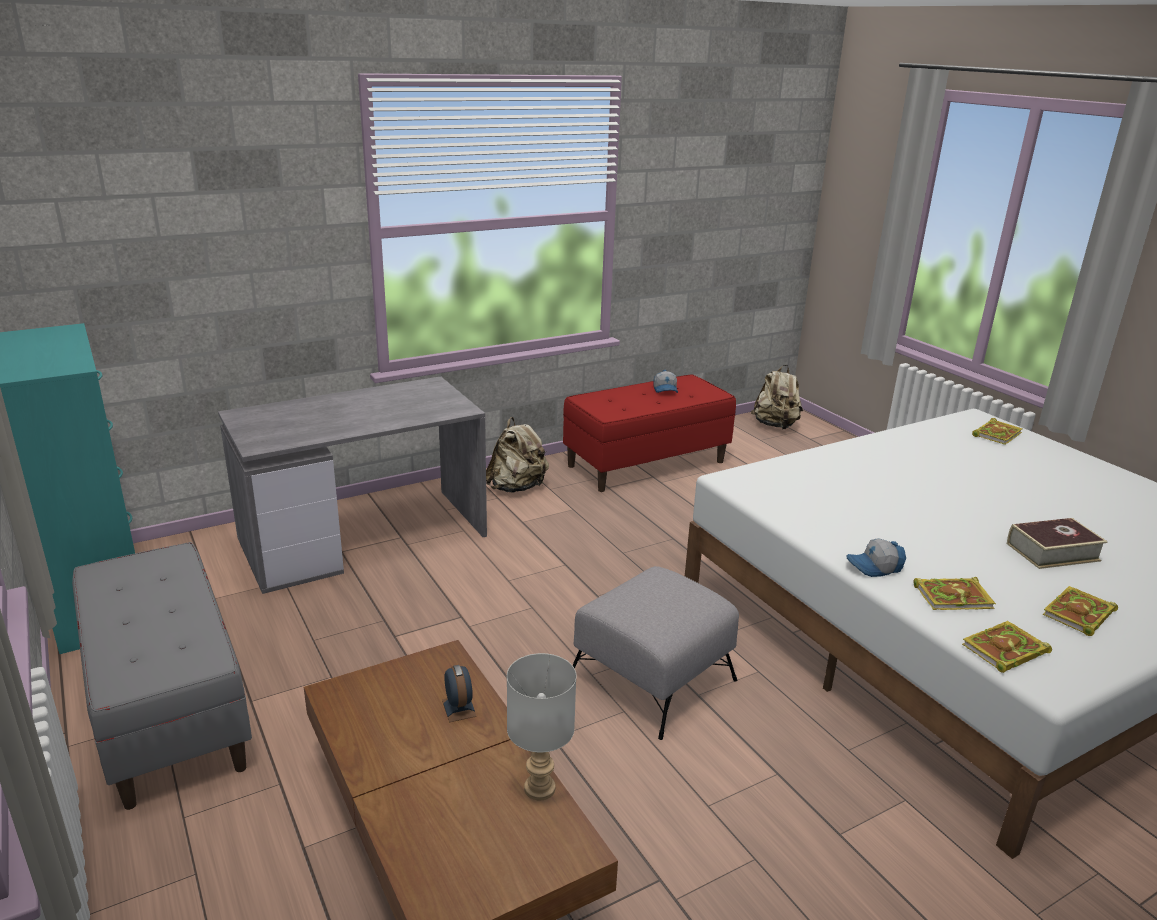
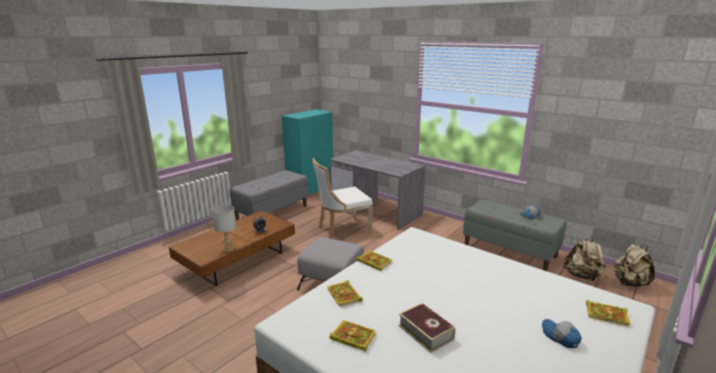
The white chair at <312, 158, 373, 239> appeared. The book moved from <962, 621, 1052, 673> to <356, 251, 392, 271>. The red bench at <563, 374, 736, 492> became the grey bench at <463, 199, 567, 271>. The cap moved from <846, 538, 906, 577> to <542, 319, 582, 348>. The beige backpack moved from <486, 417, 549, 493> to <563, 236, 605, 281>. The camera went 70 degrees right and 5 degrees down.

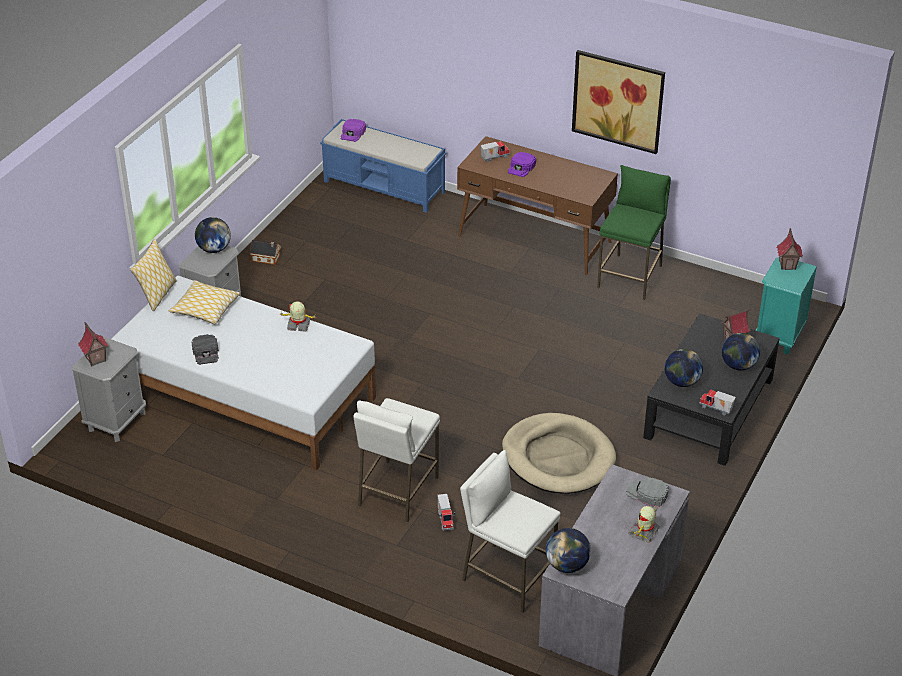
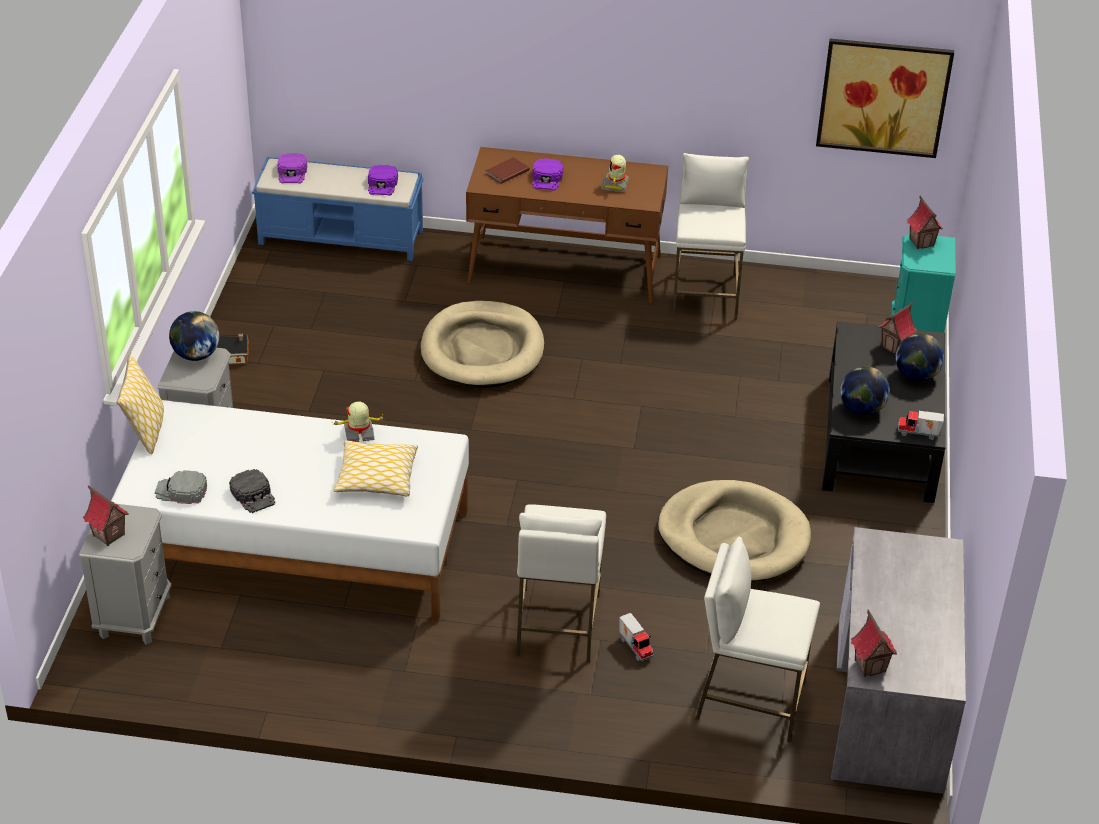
The grey cap moved from <626, 477, 669, 507> to <155, 470, 207, 504>. The pillow moved from <169, 280, 240, 324> to <333, 440, 418, 496>. The purple cap at <368, 165, 398, 196> appeared. The beige dog bed at <421, 301, 544, 388> appeared. The toy truck at <480, 141, 510, 163> was replaced by the brown book at <486, 157, 530, 184>. The toy robot moved from <628, 506, 660, 543> to <601, 155, 629, 192>. The green stool at <597, 165, 671, 300> became the white stool at <672, 153, 749, 320>. The picture moved from <572, 50, 665, 154> to <816, 39, 954, 158>. The globe at <546, 528, 591, 573> was replaced by the toy house at <851, 610, 897, 677>. The camera went 20 degrees left and 0 degrees up.

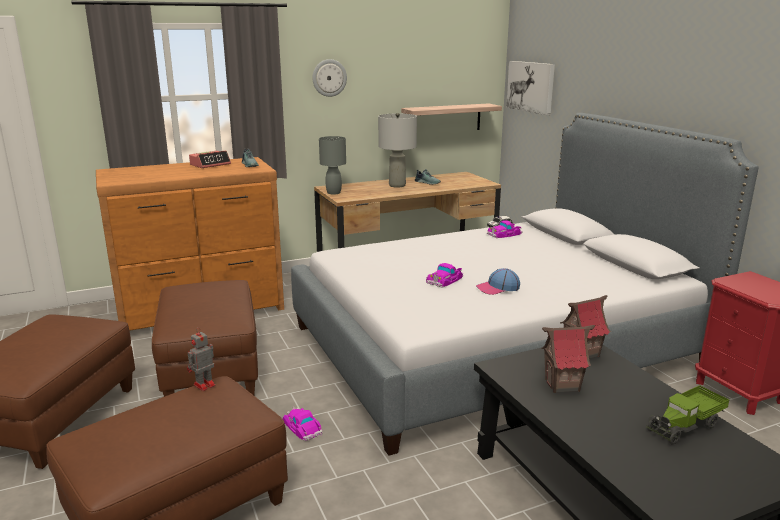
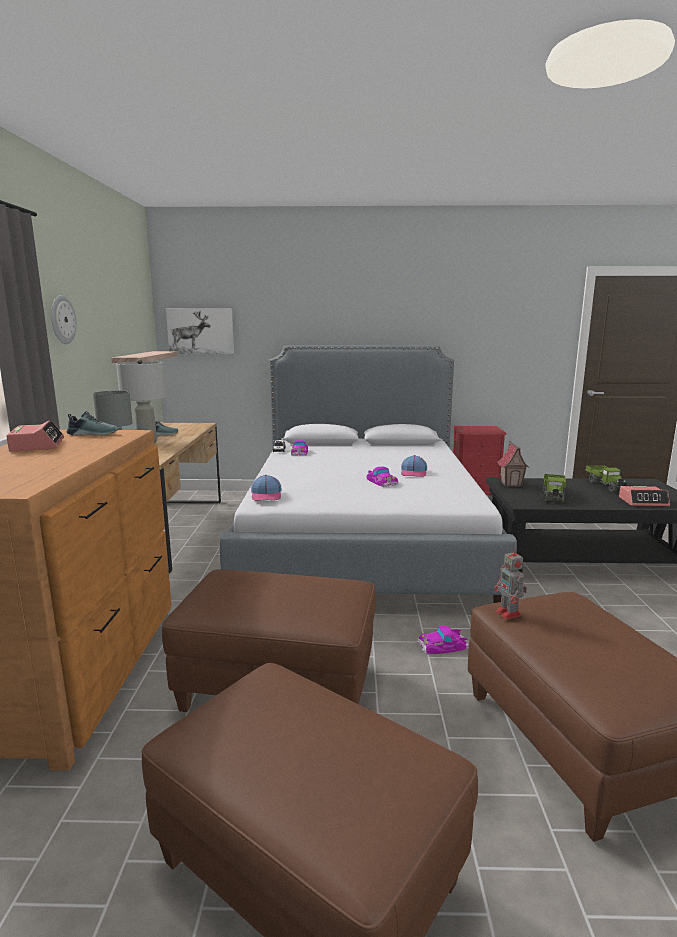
The cap at <251, 475, 282, 501> appeared. The toy house at <542, 325, 595, 393> was replaced by the toy truck at <543, 474, 569, 504>. The alarm clock at <619, 486, 670, 506> appeared. The camera went 65 degrees left and 5 degrees down.

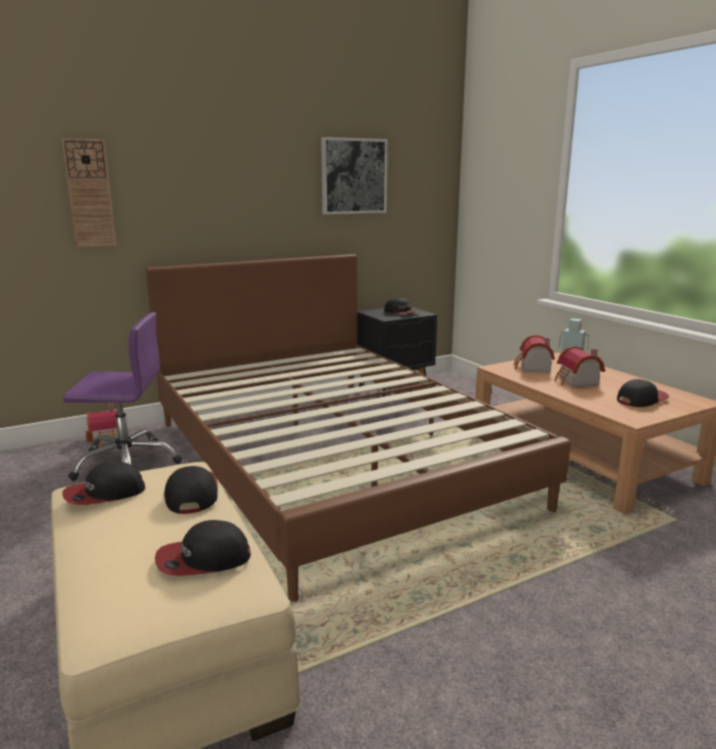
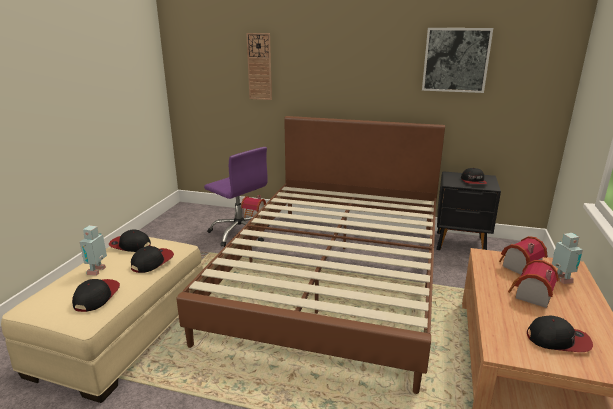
The cap at <155, 520, 251, 576> turned 75 degrees clockwise. The toy robot at <80, 225, 107, 276> appeared. The camera went 45 degrees right and 5 degrees up.

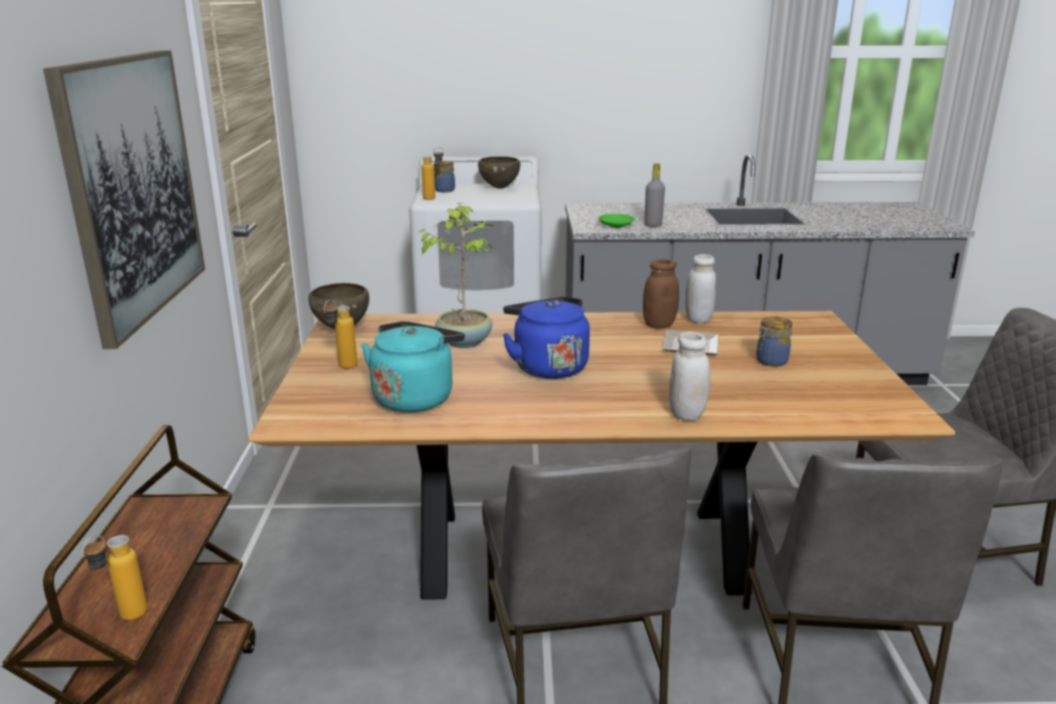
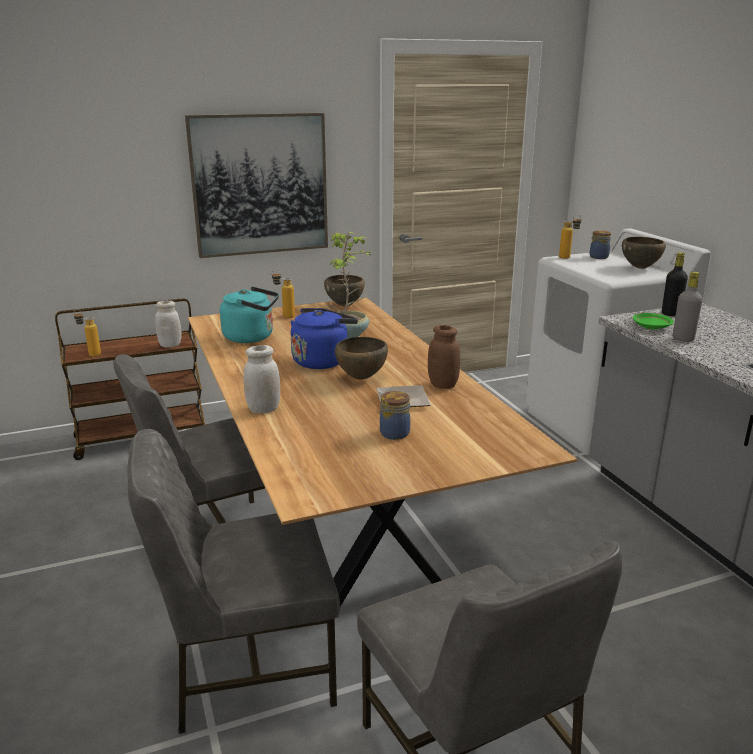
The white jar moved from <685, 254, 716, 323> to <155, 301, 182, 348>. The brown bowl at <335, 337, 388, 380> appeared. The black bottle at <662, 252, 688, 316> appeared. The camera went 70 degrees right and 0 degrees up.

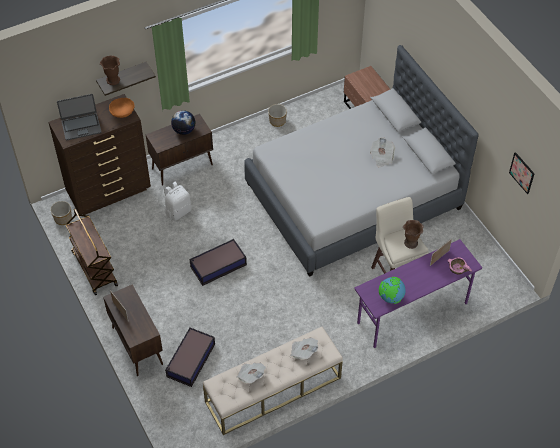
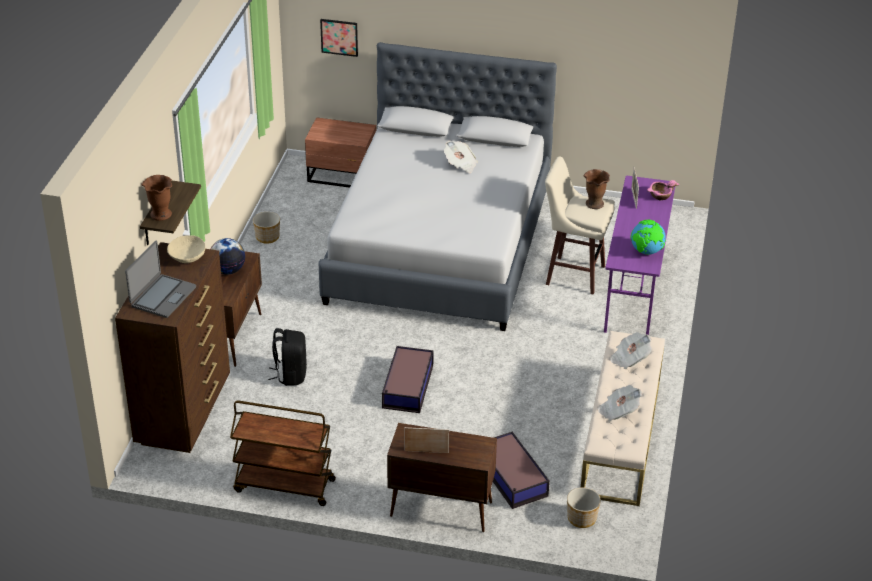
The orange bowl at <109, 98, 134, 118> became the beige bowl at <167, 235, 206, 263>. The white backpack at <164, 182, 191, 221> became the black backpack at <268, 328, 307, 386>. The picture moved from <509, 152, 534, 194> to <320, 19, 358, 57>. The planter moved from <50, 201, 72, 225> to <567, 487, 601, 528>. The camera went 50 degrees left and 15 degrees down.

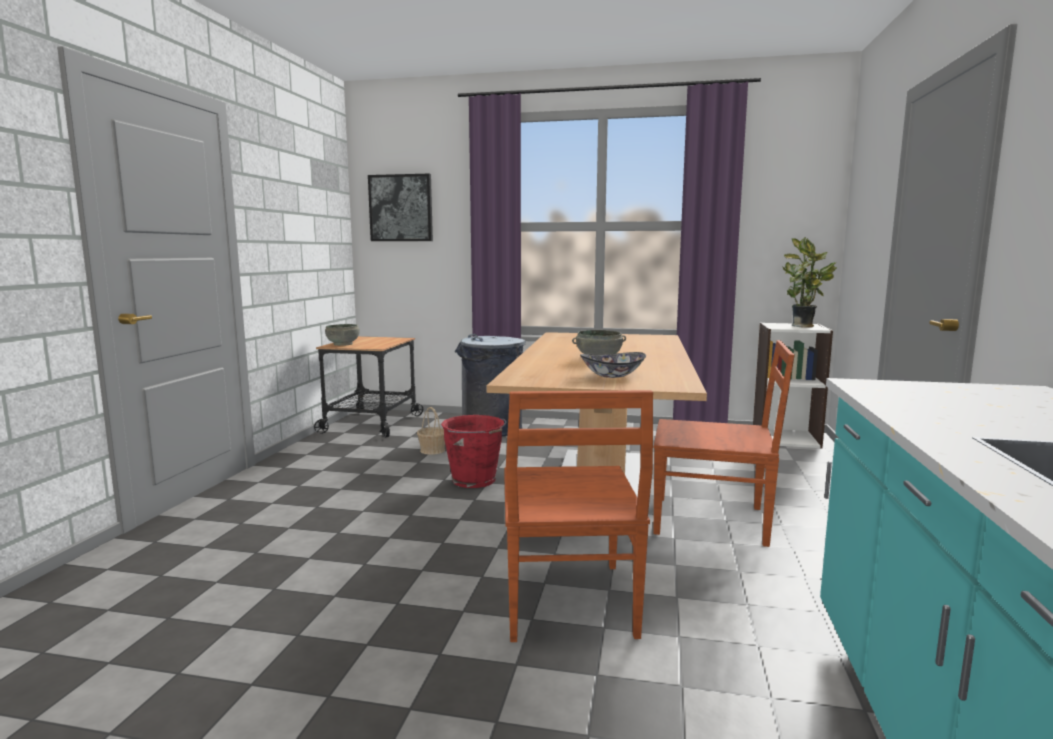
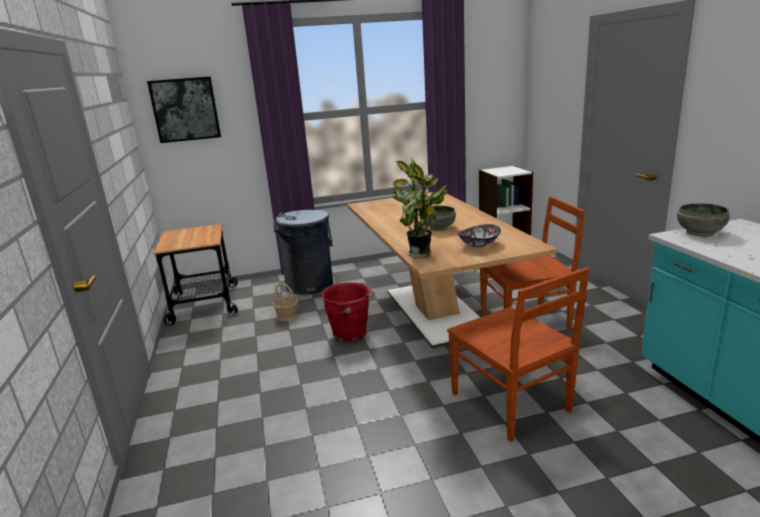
The potted plant moved from <782, 237, 837, 328> to <392, 159, 447, 258>. The grey bowl moved from <325, 324, 360, 346> to <677, 203, 730, 237>. The camera went 25 degrees left and 10 degrees up.

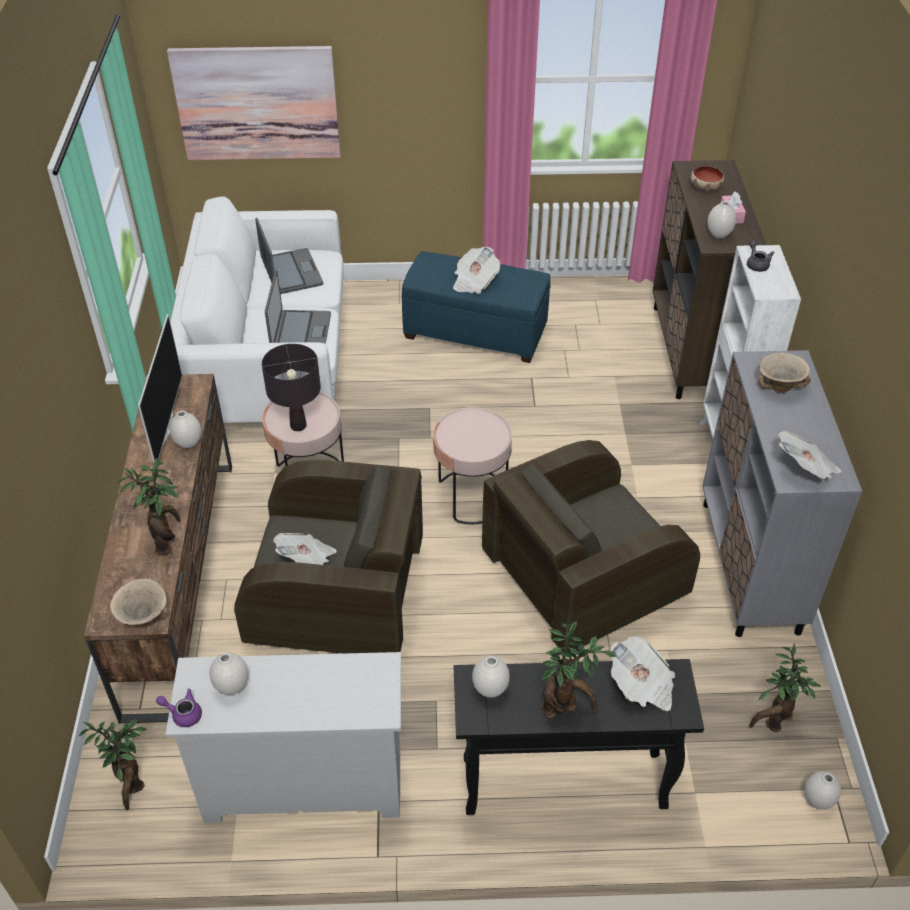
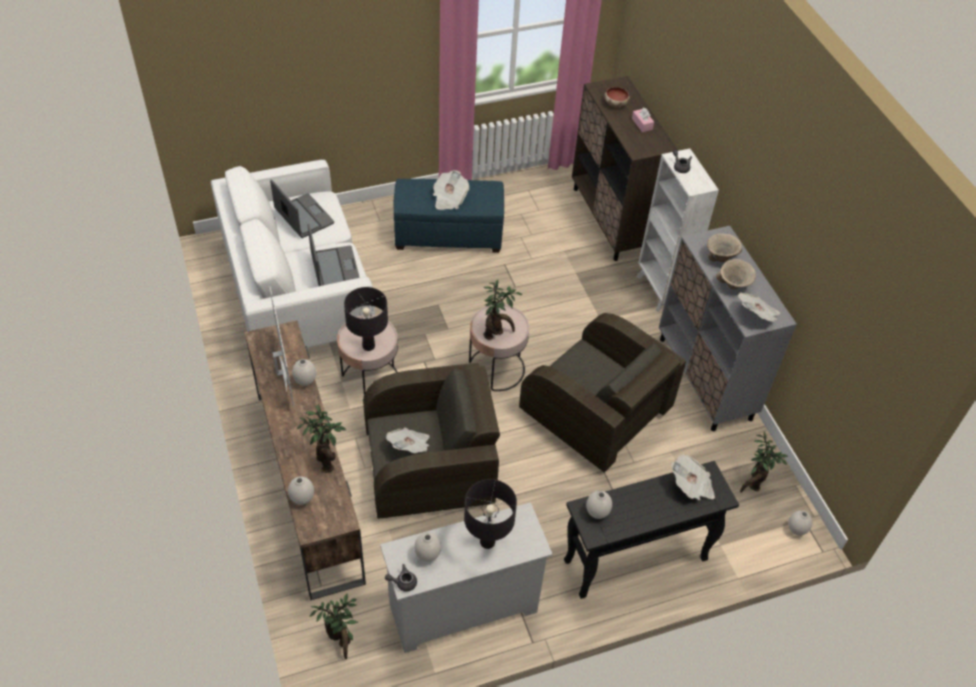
The white vase moved from <708, 201, 736, 239> to <288, 476, 314, 505>. The purple teapot at <156, 689, 202, 727> became the grey teapot at <385, 564, 417, 592>. The black table lamp at <464, 479, 517, 549> appeared. The potted plant moved from <541, 621, 616, 718> to <483, 280, 522, 340>. The brown armchair at <482, 440, 700, 652> turned 90 degrees counterclockwise. The beige bowl moved from <110, 579, 168, 625> to <716, 259, 756, 289>. The picture at <167, 46, 341, 160> disappeared. The camera went 20 degrees left and 5 degrees up.

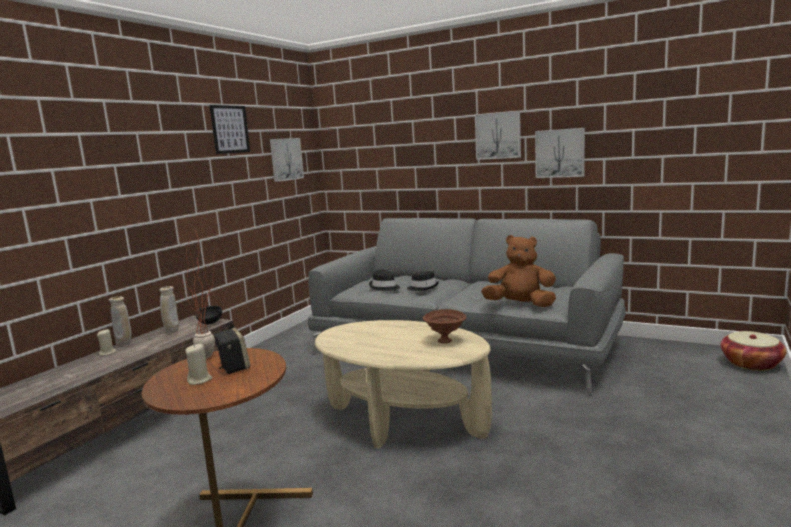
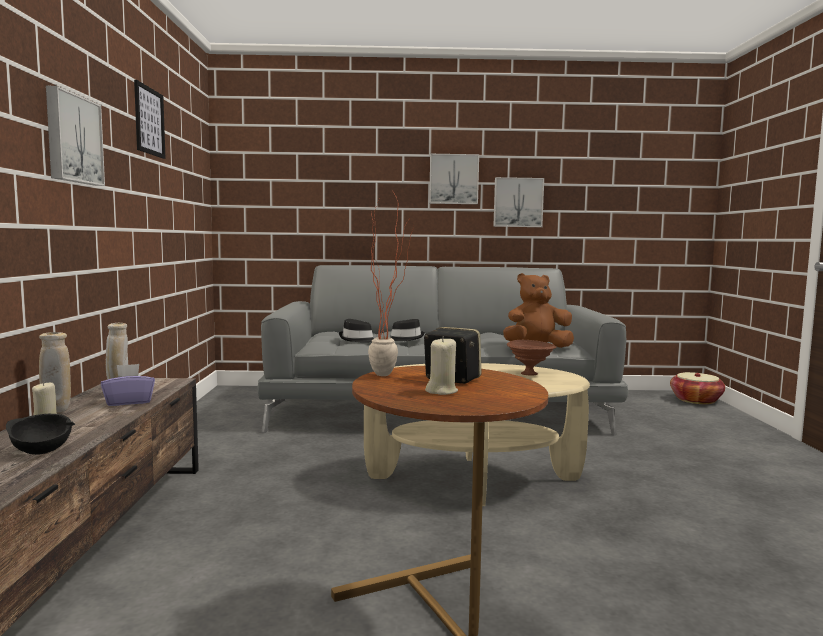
The black bowl moved from <196, 306, 222, 325> to <6, 414, 75, 455>. The picture moved from <270, 138, 304, 182> to <46, 86, 105, 186>. The purple tissue box at <101, 364, 155, 406> appeared. The camera went 30 degrees left and 5 degrees down.

